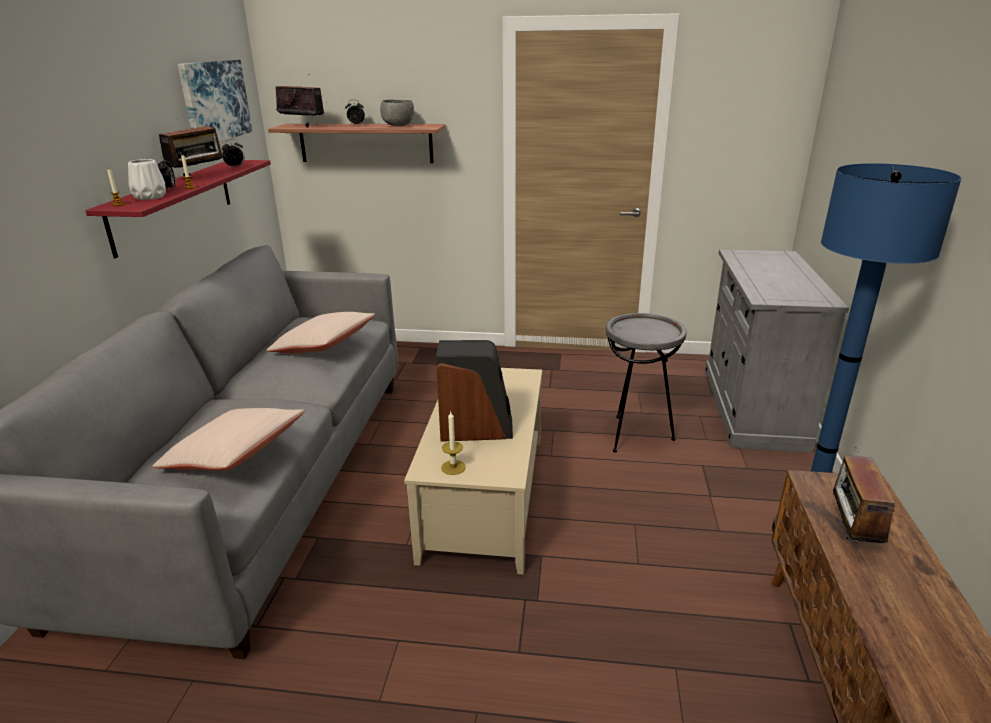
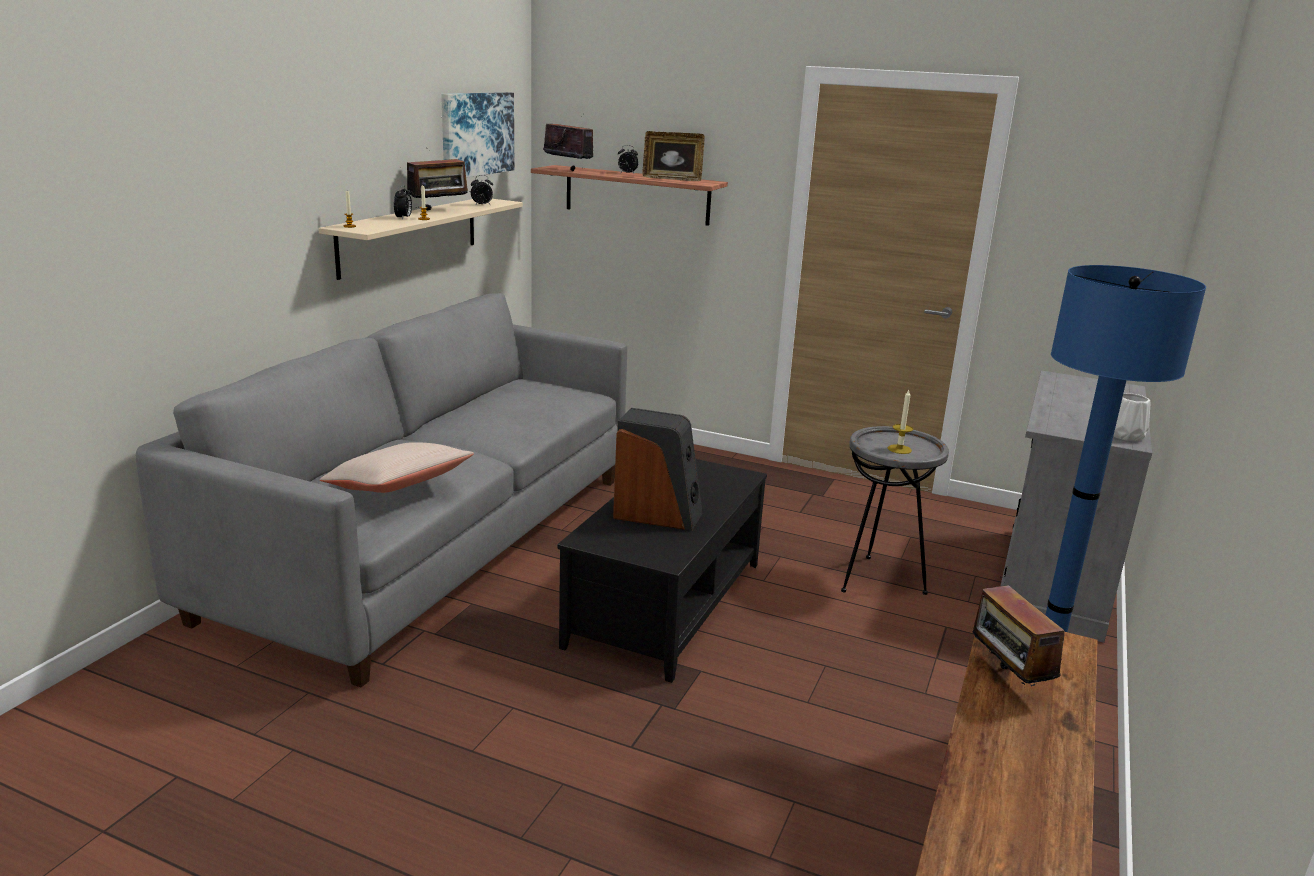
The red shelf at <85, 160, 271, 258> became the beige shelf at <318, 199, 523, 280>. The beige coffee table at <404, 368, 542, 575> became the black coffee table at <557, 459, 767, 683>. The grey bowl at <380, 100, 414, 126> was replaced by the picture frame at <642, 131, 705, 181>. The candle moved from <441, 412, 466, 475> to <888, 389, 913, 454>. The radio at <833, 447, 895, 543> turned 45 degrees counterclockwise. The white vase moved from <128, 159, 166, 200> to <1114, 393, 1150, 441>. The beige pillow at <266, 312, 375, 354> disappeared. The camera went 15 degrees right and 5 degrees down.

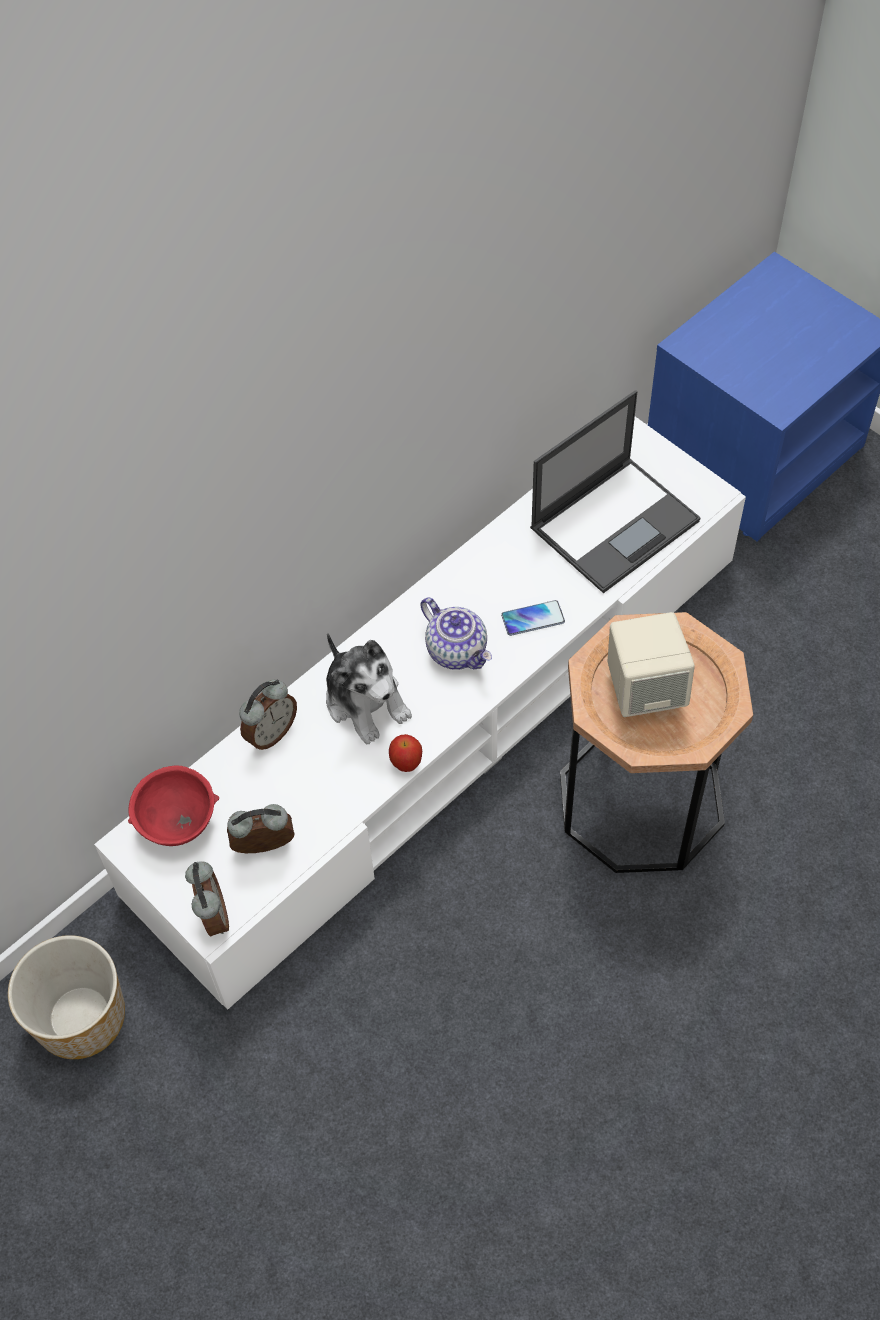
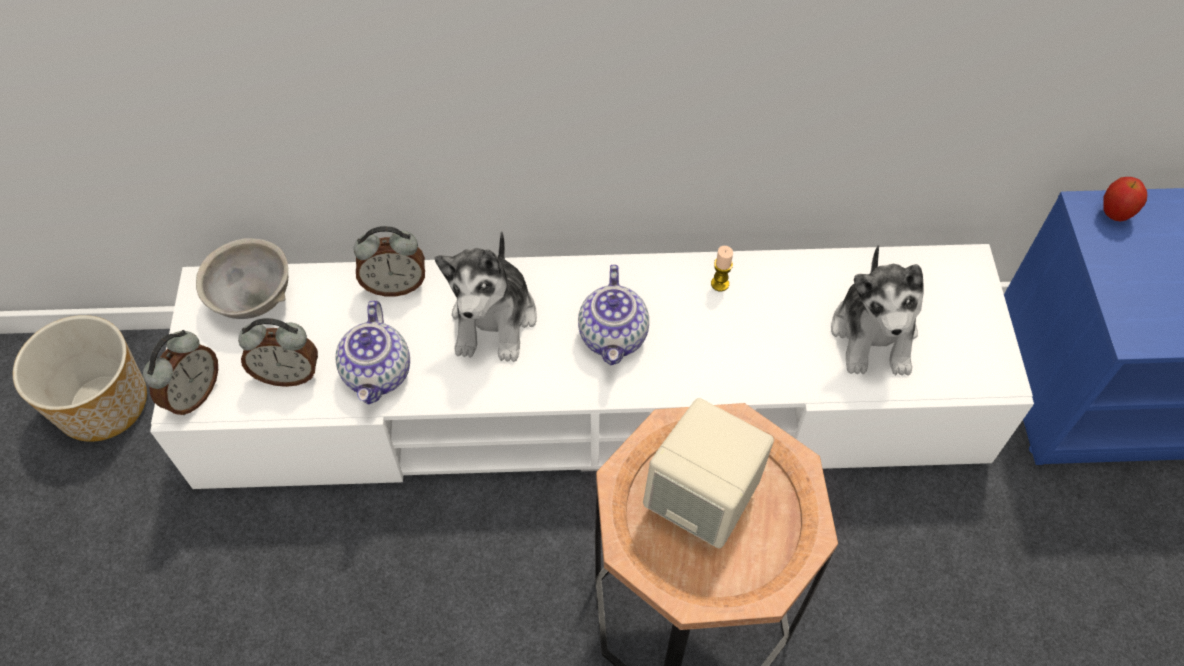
The red bowl at <128, 765, 219, 846> became the grey bowl at <196, 238, 288, 319>. The alarm clock at <227, 804, 295, 853> turned 150 degrees clockwise. The teapot at <336, 300, 410, 405> appeared. The candle at <711, 246, 733, 291> appeared. The laptop at <530, 390, 701, 593> was replaced by the plush toy at <831, 245, 924, 376>. The apple moved from <389, 734, 422, 772> to <1103, 177, 1147, 222>. The phone at <501, 600, 565, 636> disappeared. The camera went 40 degrees right and 0 degrees up.

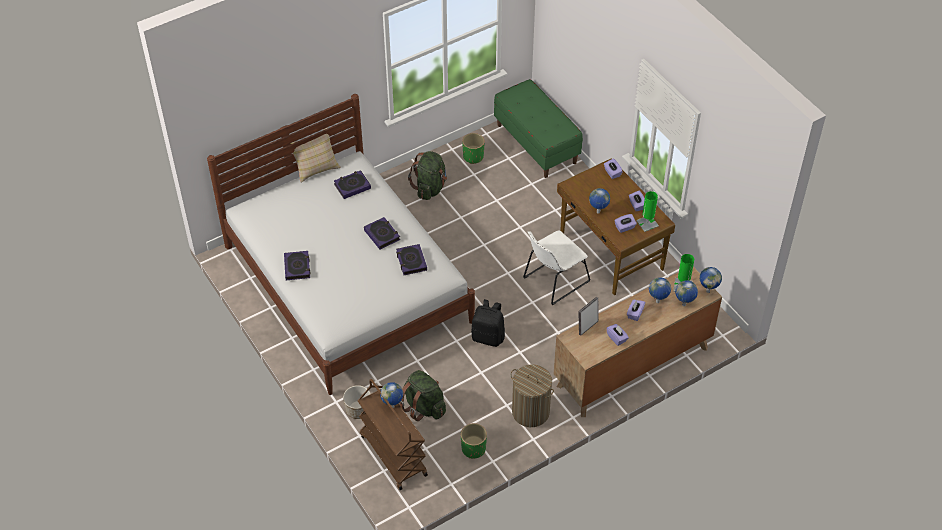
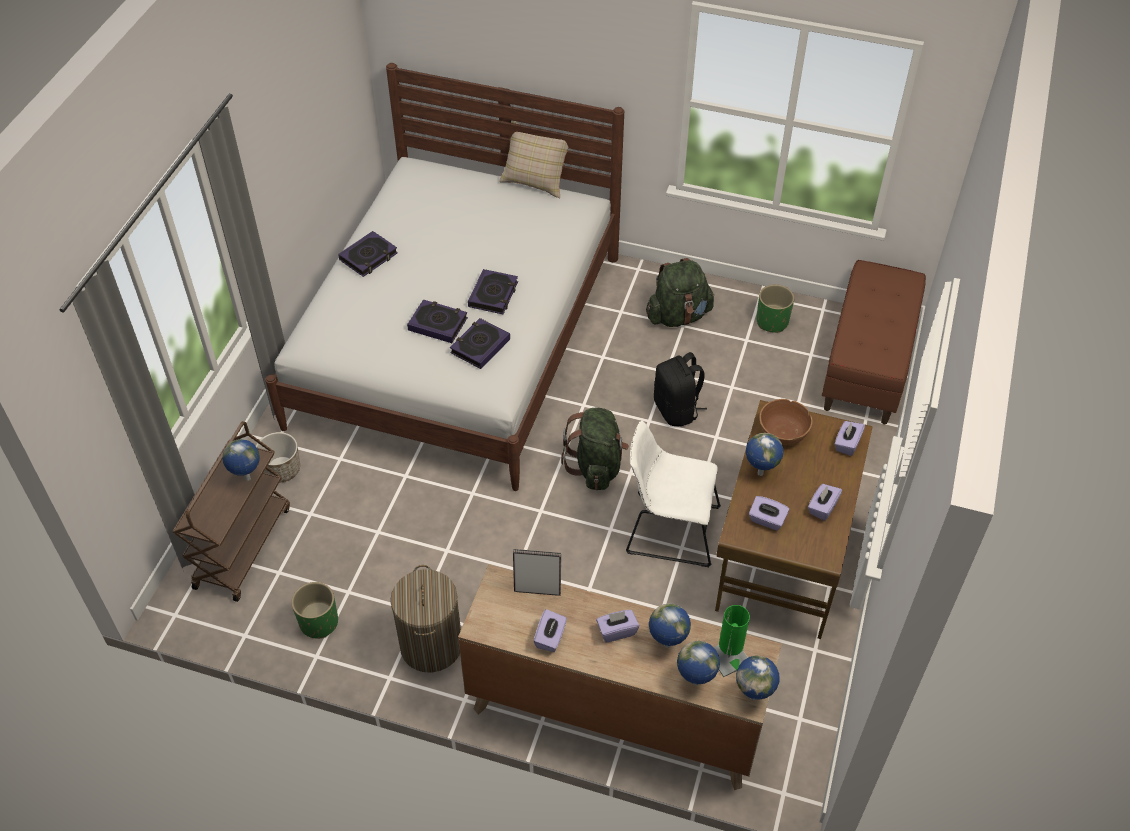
The book moved from <334, 170, 371, 199> to <407, 299, 468, 343>. The green backpack moved from <399, 370, 446, 421> to <561, 407, 629, 490>. The black backpack moved from <471, 299, 505, 347> to <654, 352, 707, 426>. The brown bowl at <759, 399, 812, 445> appeared. The green bench at <494, 79, 583, 178> became the brown bench at <822, 260, 926, 424>. The green table lamp at <636, 191, 659, 232> disappeared. The camera went 50 degrees right and 0 degrees up.

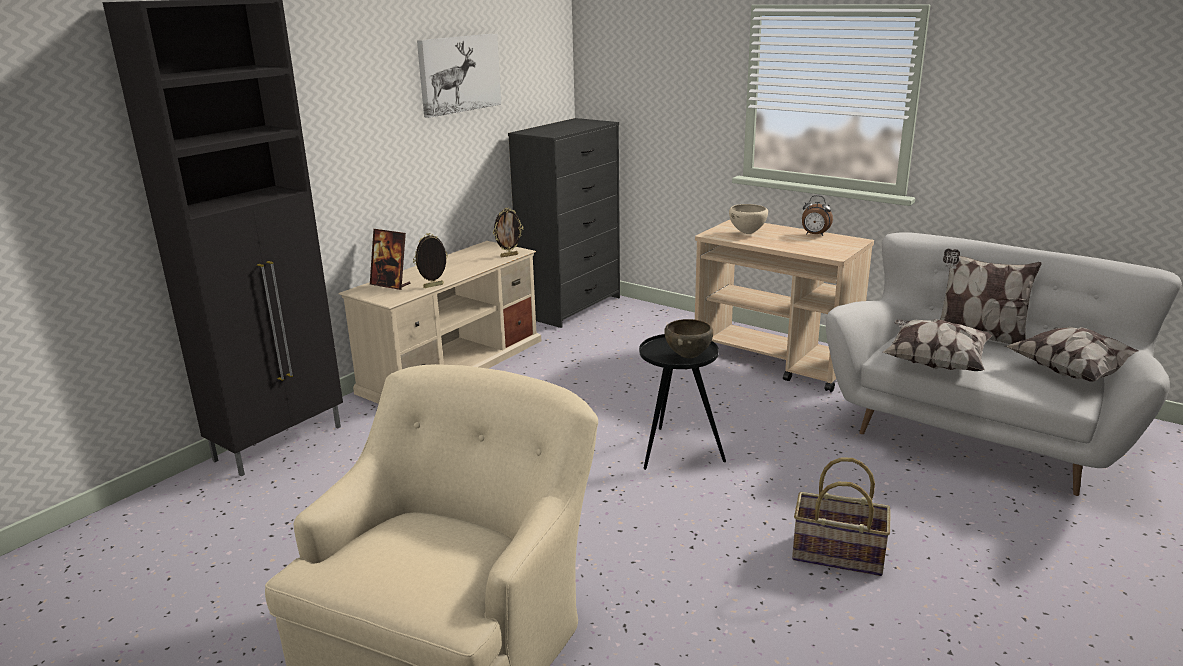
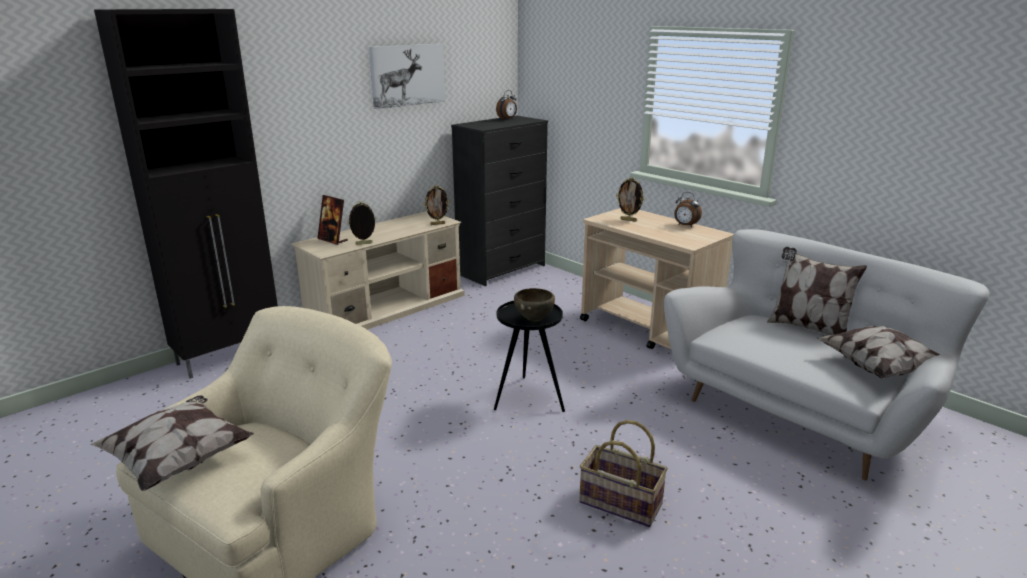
The pillow moved from <882, 319, 992, 371> to <91, 395, 254, 491>. The alarm clock at <496, 90, 517, 119> appeared. The beige bowl at <729, 204, 768, 234> was replaced by the picture frame at <616, 177, 645, 222>. The camera went 10 degrees right and 0 degrees up.

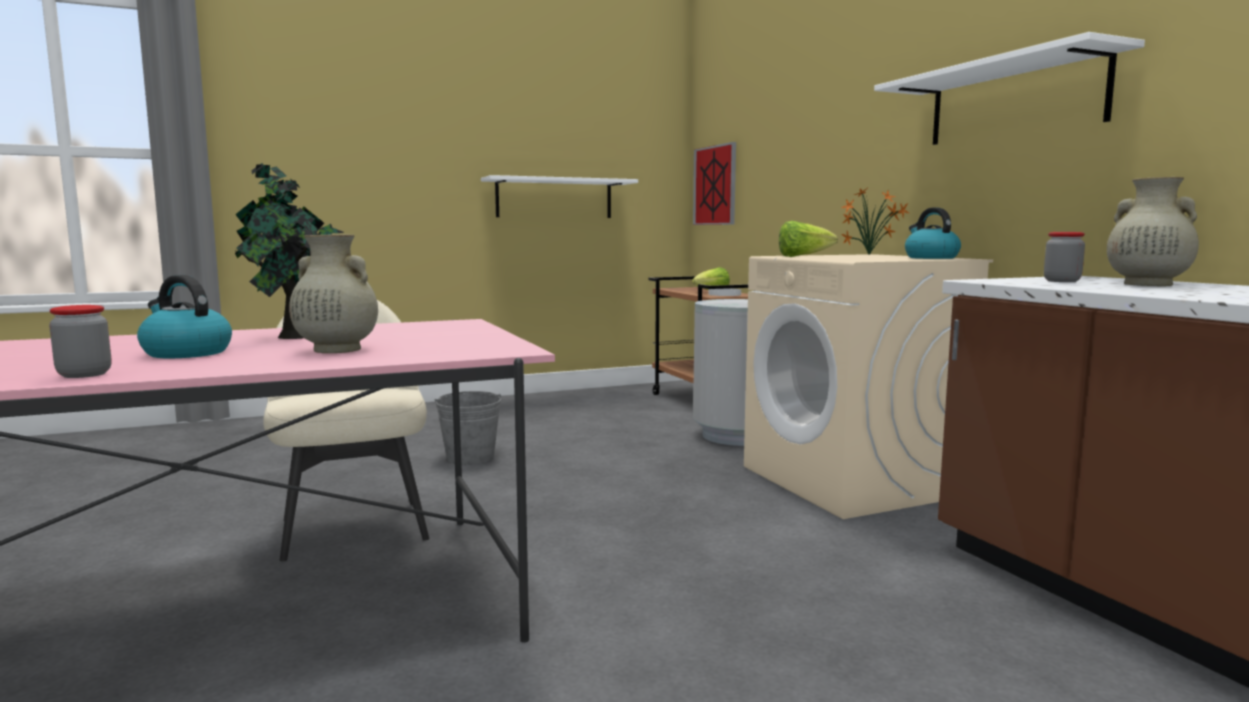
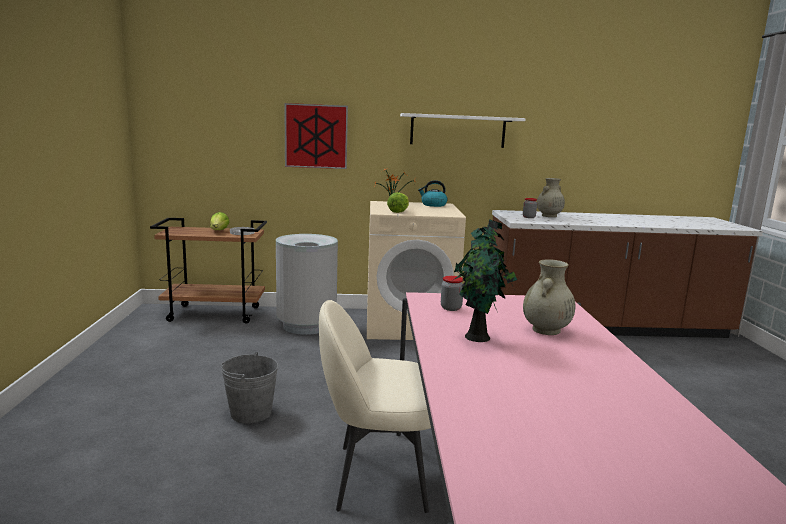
The picture moved from <693, 142, 736, 225> to <284, 103, 348, 169>. The jar moved from <49, 305, 112, 378> to <441, 276, 463, 311>. The kettle at <137, 275, 232, 358> disappeared. The white shelf at <481, 175, 638, 218> disappeared. The camera went 70 degrees left and 5 degrees up.

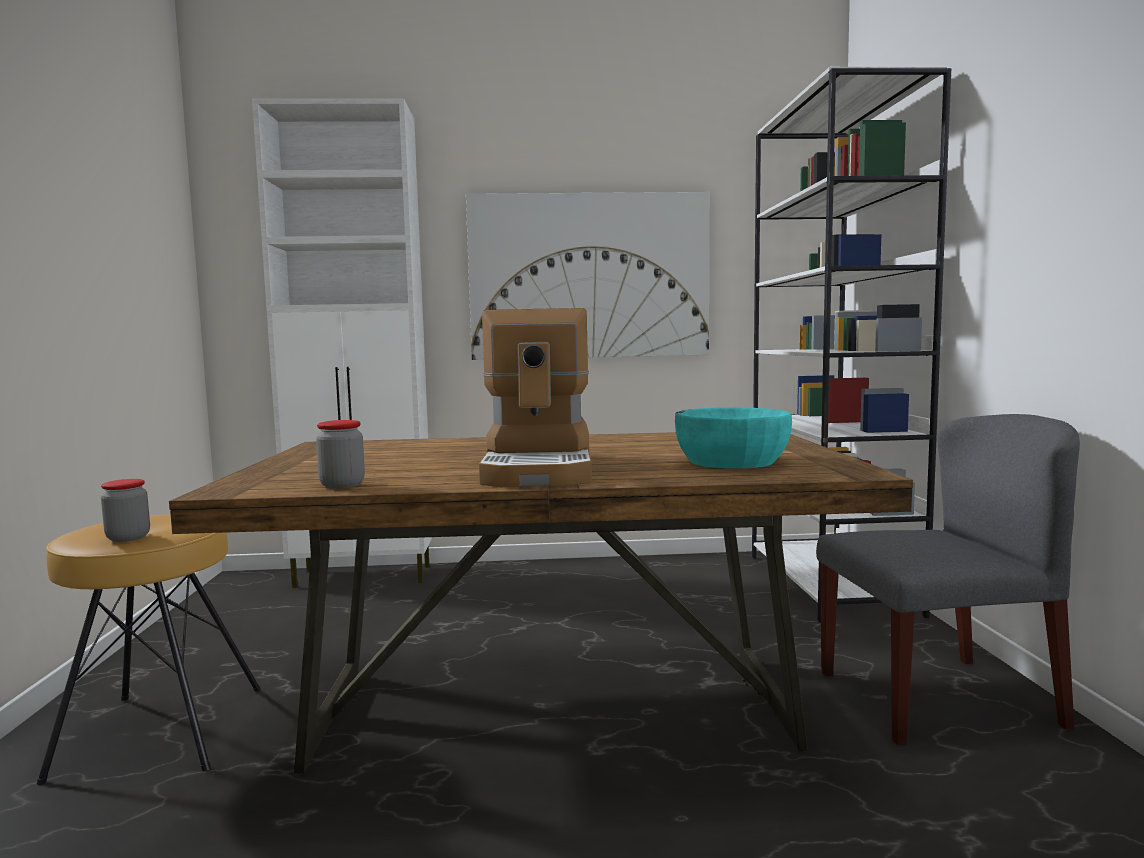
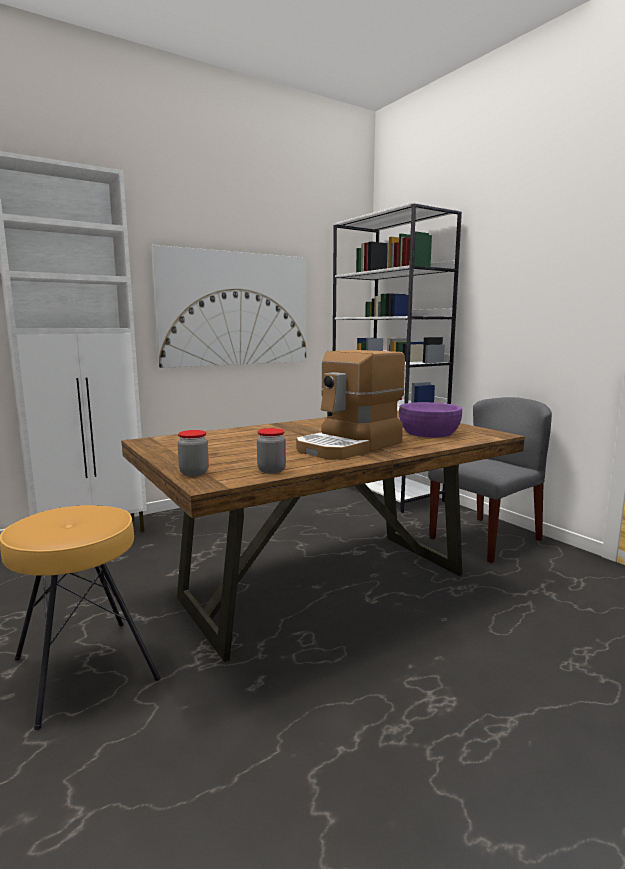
The jar moved from <101, 479, 150, 542> to <178, 430, 209, 476>. The coffee machine at <479, 308, 592, 487> turned 75 degrees clockwise. The turquoise bowl at <675, 407, 792, 469> became the purple bowl at <399, 402, 462, 437>. The camera went 30 degrees left and 5 degrees up.

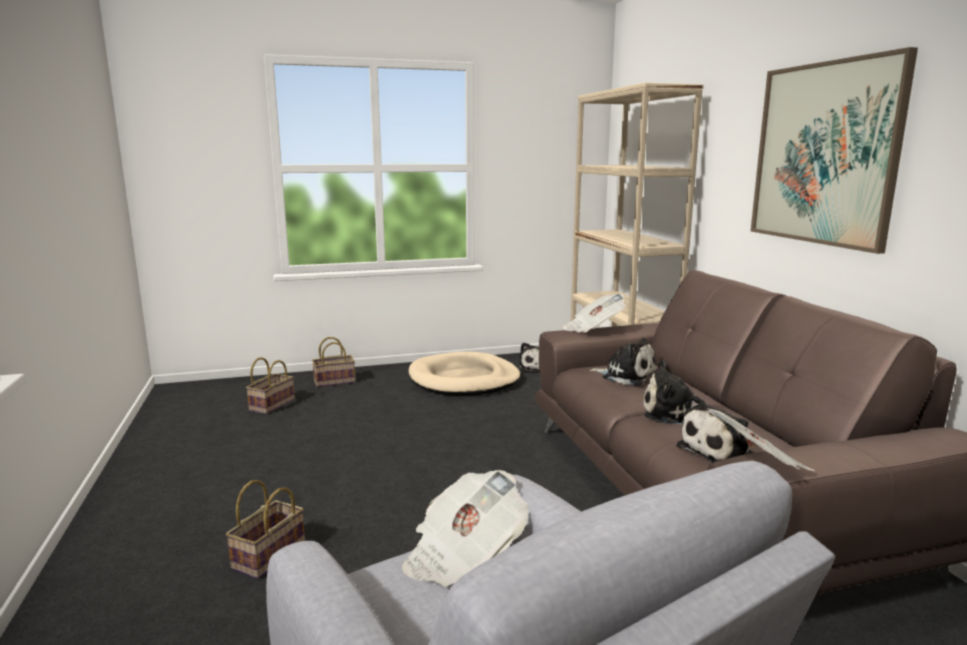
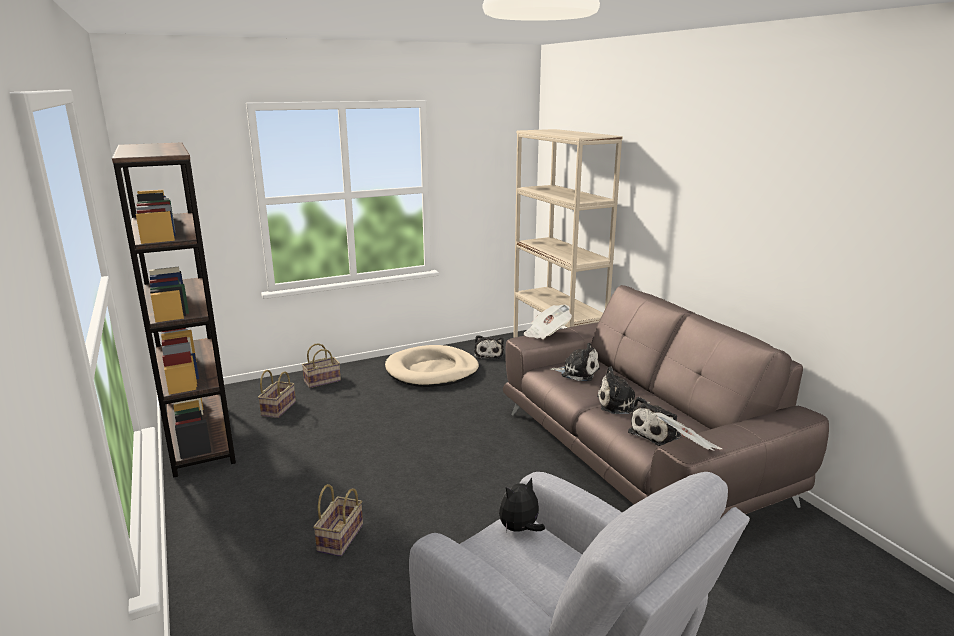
The brown bookcase at <112, 143, 236, 478> appeared. The newspaper at <402, 470, 529, 587> was replaced by the plush toy at <499, 477, 545, 532>. The picture at <751, 47, 918, 254> disappeared. The camera went 10 degrees left and 5 degrees up.

